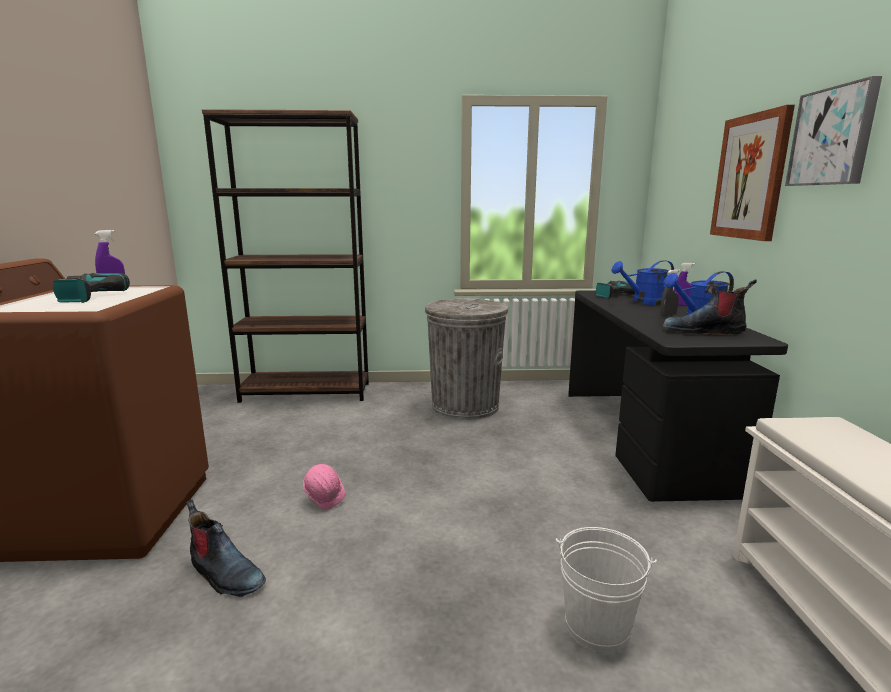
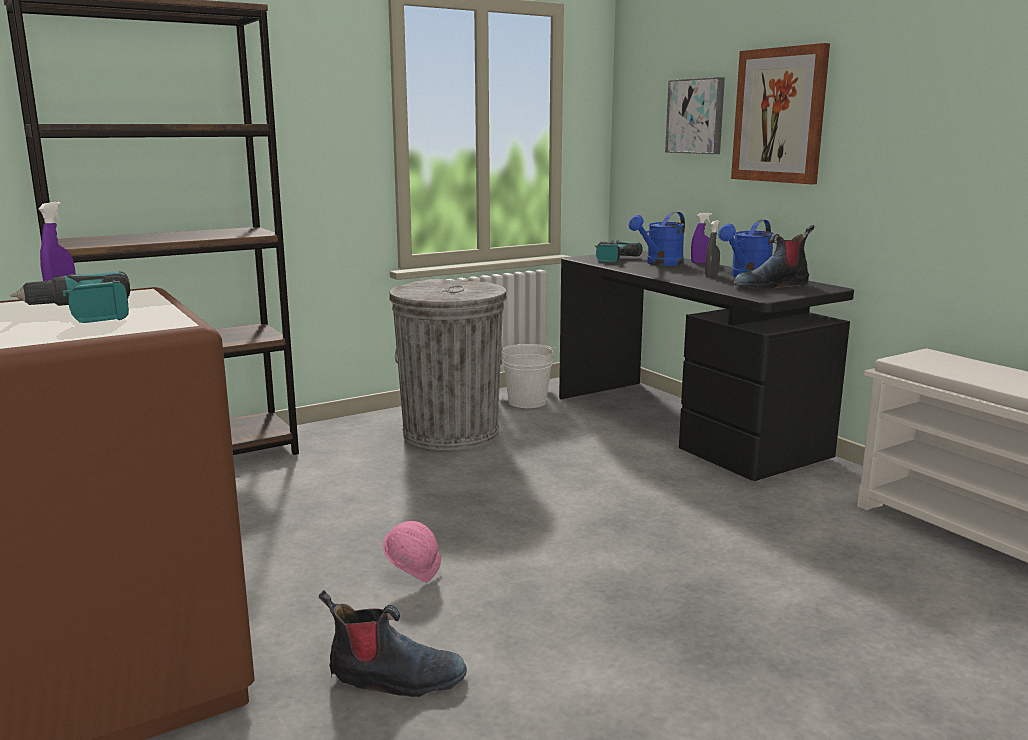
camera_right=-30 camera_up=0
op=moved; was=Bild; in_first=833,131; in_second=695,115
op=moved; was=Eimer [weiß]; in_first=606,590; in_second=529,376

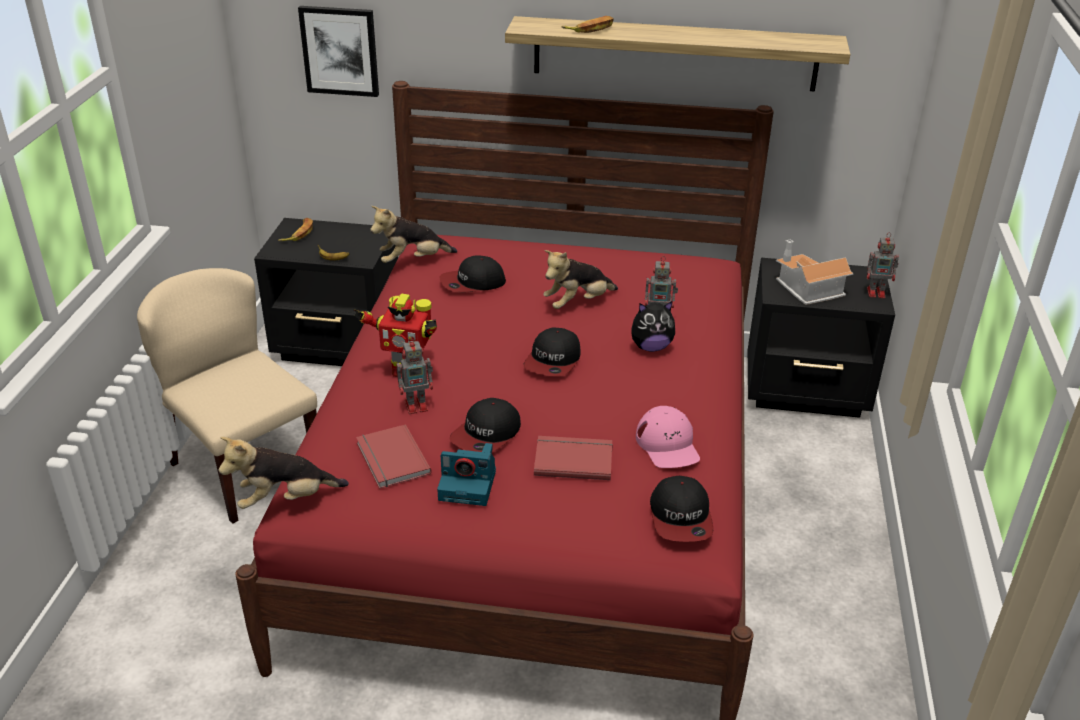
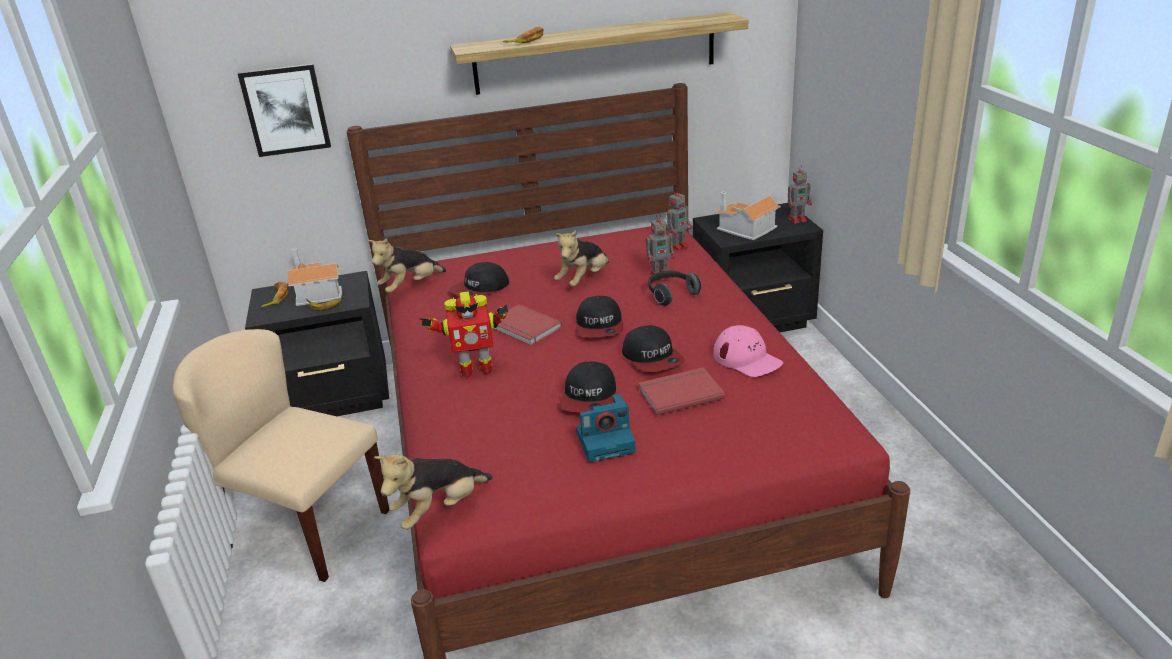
camera_right=-20 camera_up=-5
op=replaced; was=Plüschtier; now=Kopfhörer; in_first=653,326; in_second=675,288
op=moved; was=Spielzeugroboter; in_first=414,375; in_second=679,220
op=moved; was=Buch [rot]; in_first=393,456; in_second=528,324
op=moved; was=Kappe; in_first=681,509; in_second=653,348
op=added; now=Spielzeughaus; in_second=314,277

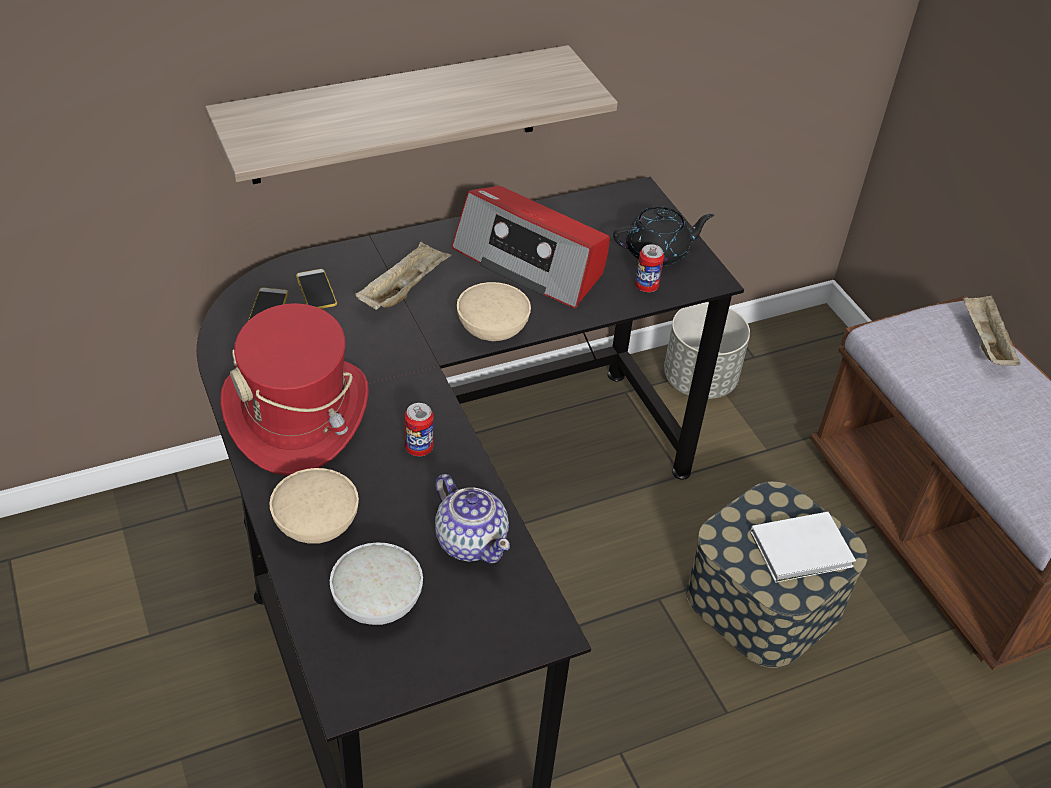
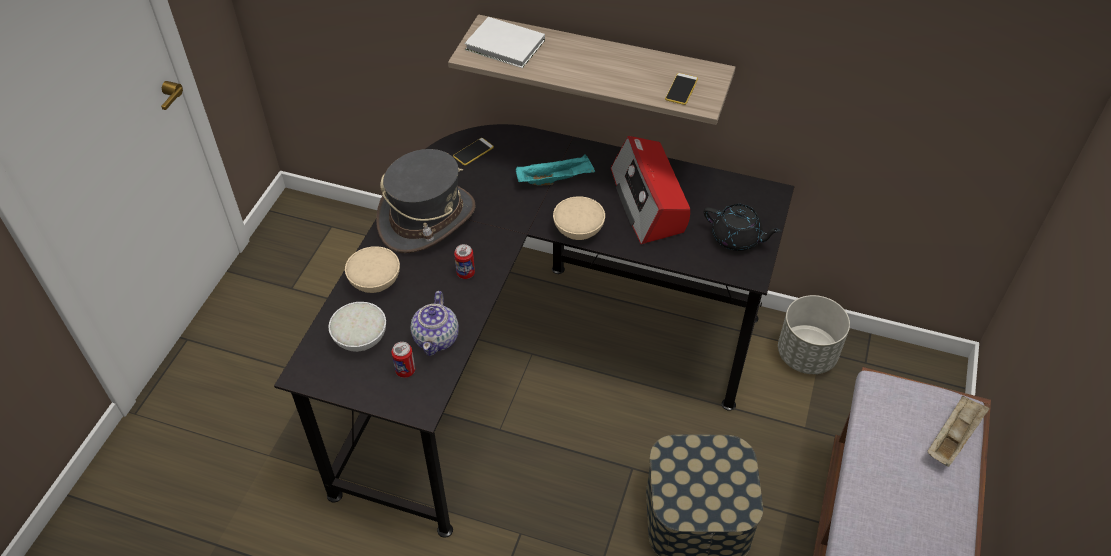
camera_right=45 camera_up=5
op=recoloured; was=Tablett [beige]; now=Tablett [türkis]; in_first=403,275; in_second=555,169
op=moved; was=Dose; in_first=649,268; in_second=403,360
op=moved; was=Handy; in_first=316,289; in_second=681,89
op=recoloured; was=Hut [rot]; now=Hut [grau]; in_first=294,389; in_second=426,201
op=moved; was=Buch [weiß]; in_first=803,547; in_second=505,42

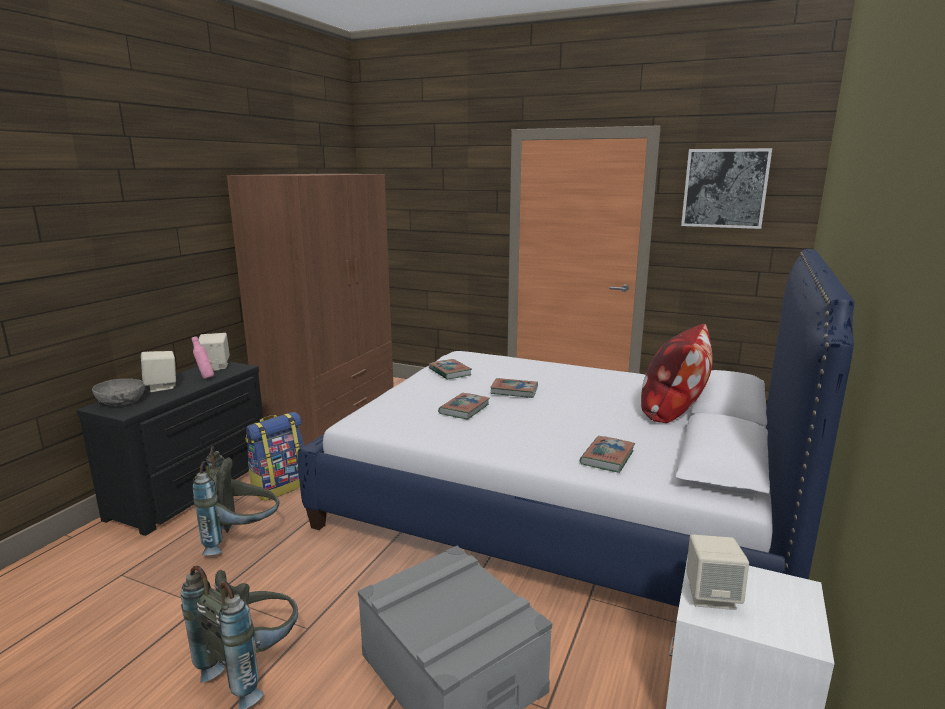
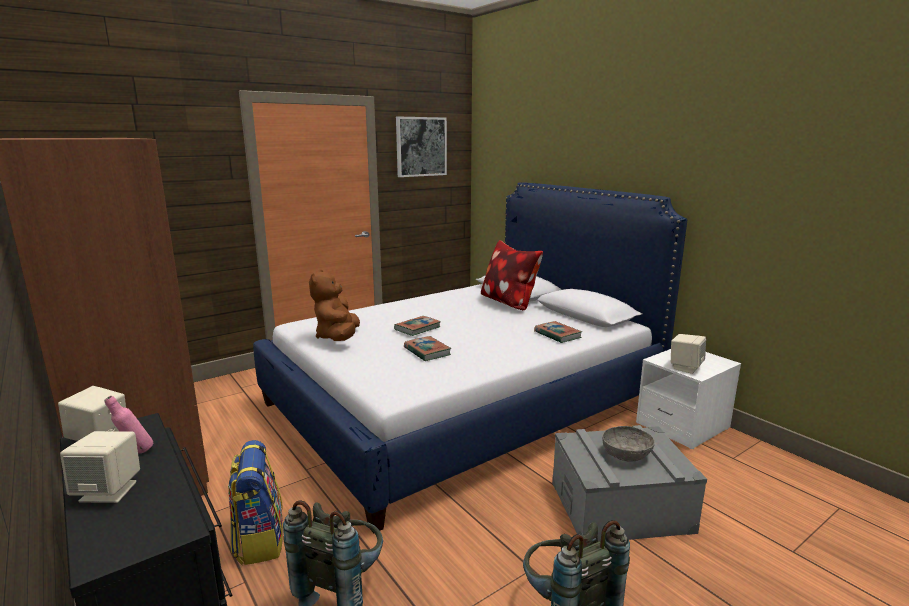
camera_right=-60 camera_up=0
op=replaced; was=Buch; now=Plüschtier [braun]; in_first=450,369; in_second=334,305
op=moved; was=Schüssel [grau]; in_first=118,392; in_second=628,444

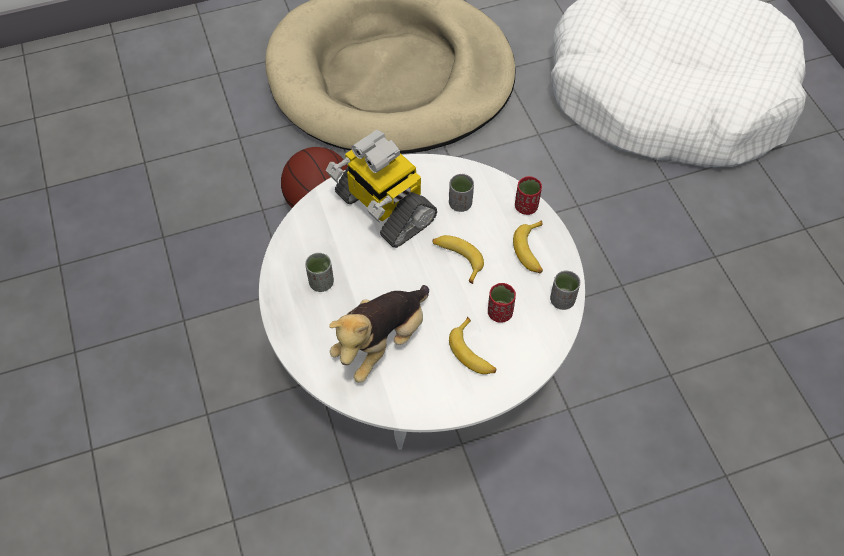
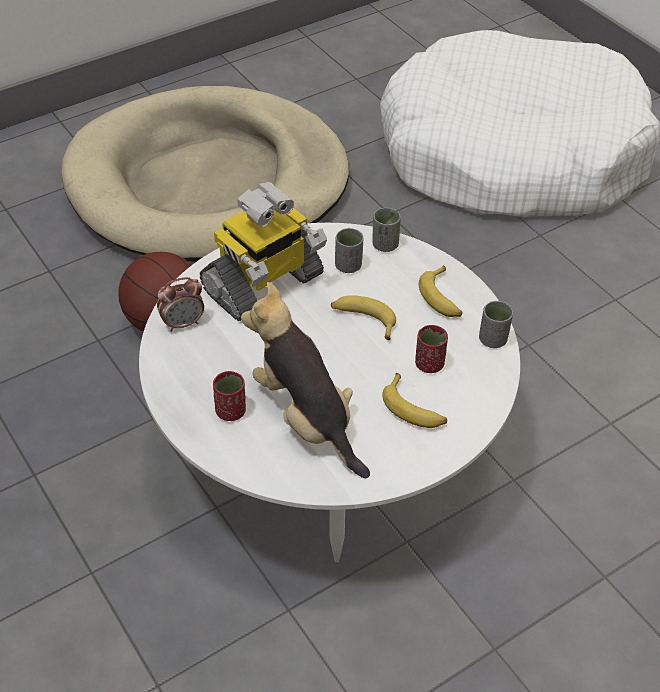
camera_right=-15 camera_up=-10
op=turned; was=Spielzeugroboter; in_first=381,189; in_second=263,251; clockwise=-75
op=moved; was=Tasse [rot]; in_first=528,195; in_second=229,396
op=moved; was=Tasse [grau]; in_first=319,272; in_second=387,230
op=turned; was=Plüschtier; in_first=379,334; in_second=305,380; clockwise=120
op=added; now=Wecker; in_second=180,304

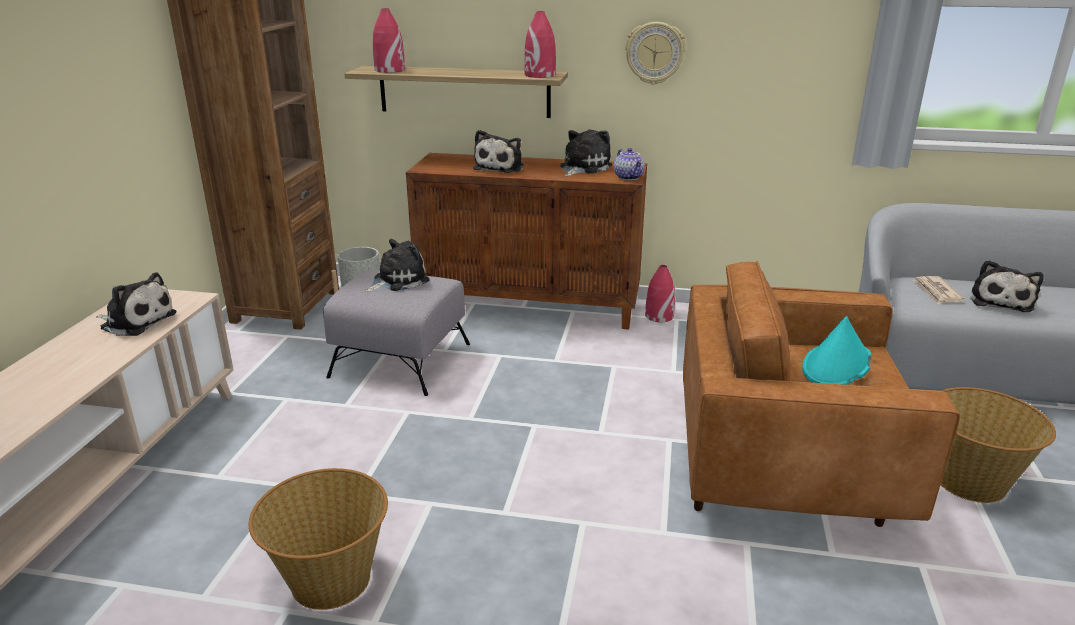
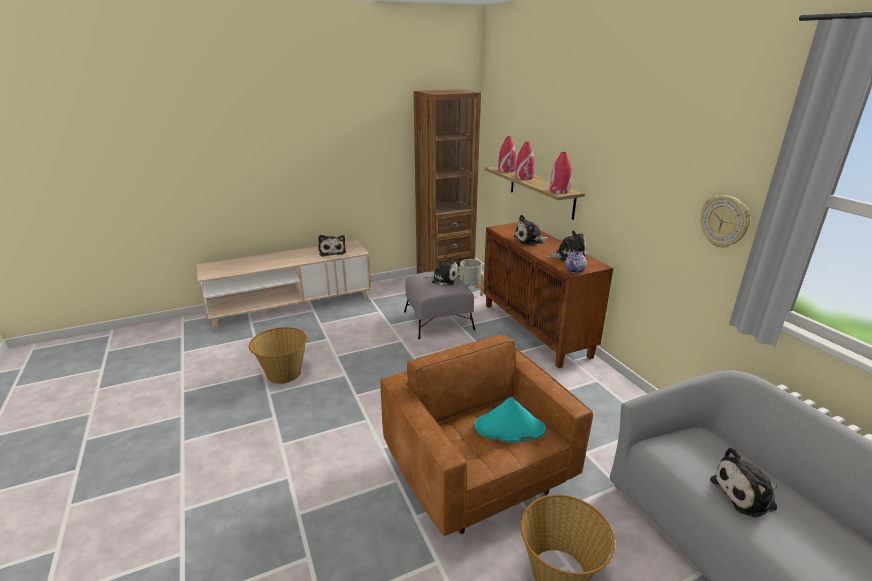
camera_right=55 camera_up=0
op=moved; was=Wanduhr; in_first=655,53; in_second=726,221
op=moved; was=Vase [rot]; in_first=660,293; in_second=525,161
op=removed; was=Zeitung; in_first=939,290

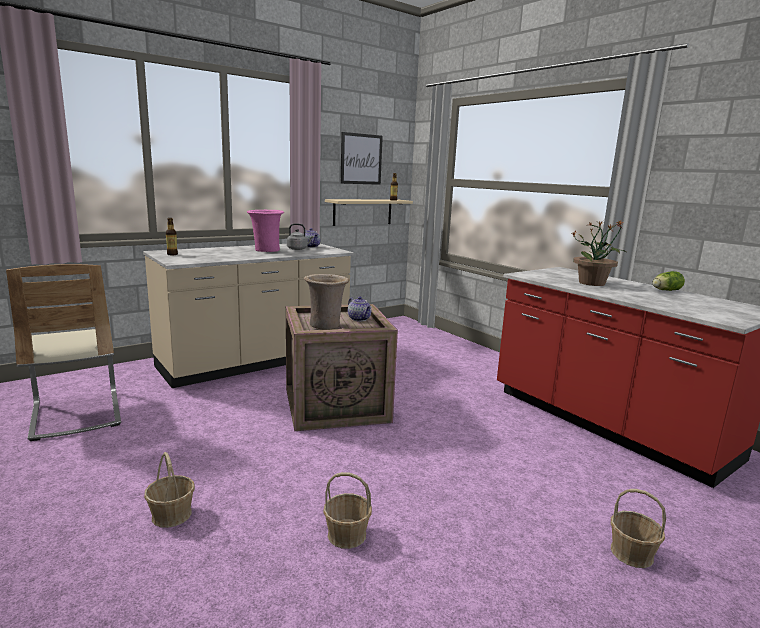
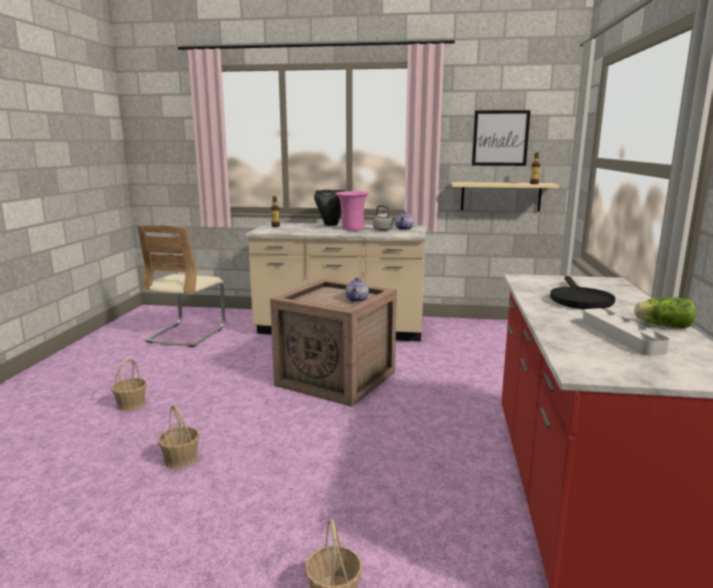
camera_right=45 camera_up=0
op=replaced; was=Topfpflanze; now=Pfanne [schwarz]; in_first=598,253; in_second=583,292
op=removed; was=Vase [beige]; in_first=326,302
op=added; now=Kochtopf [schwarz]; in_second=330,208
op=added; now=Tablett [grau]; in_second=626,332

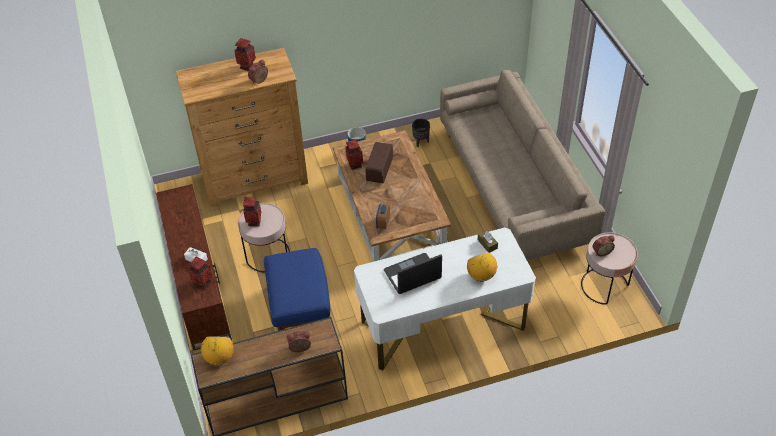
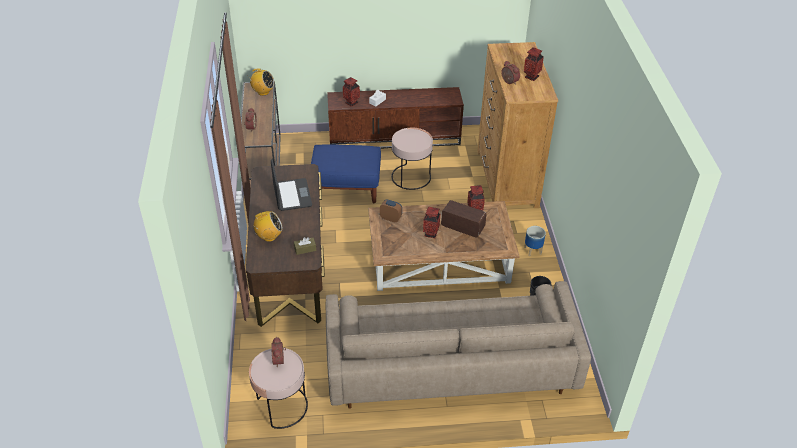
camera_right=100 camera_up=-5
op=moved; was=Vase; in_first=252,212; in_second=431,223
op=recoloured; was=Schreibtisch [weiß]; now=Schreibtisch [braun]; in_first=445,299; in_second=285,245

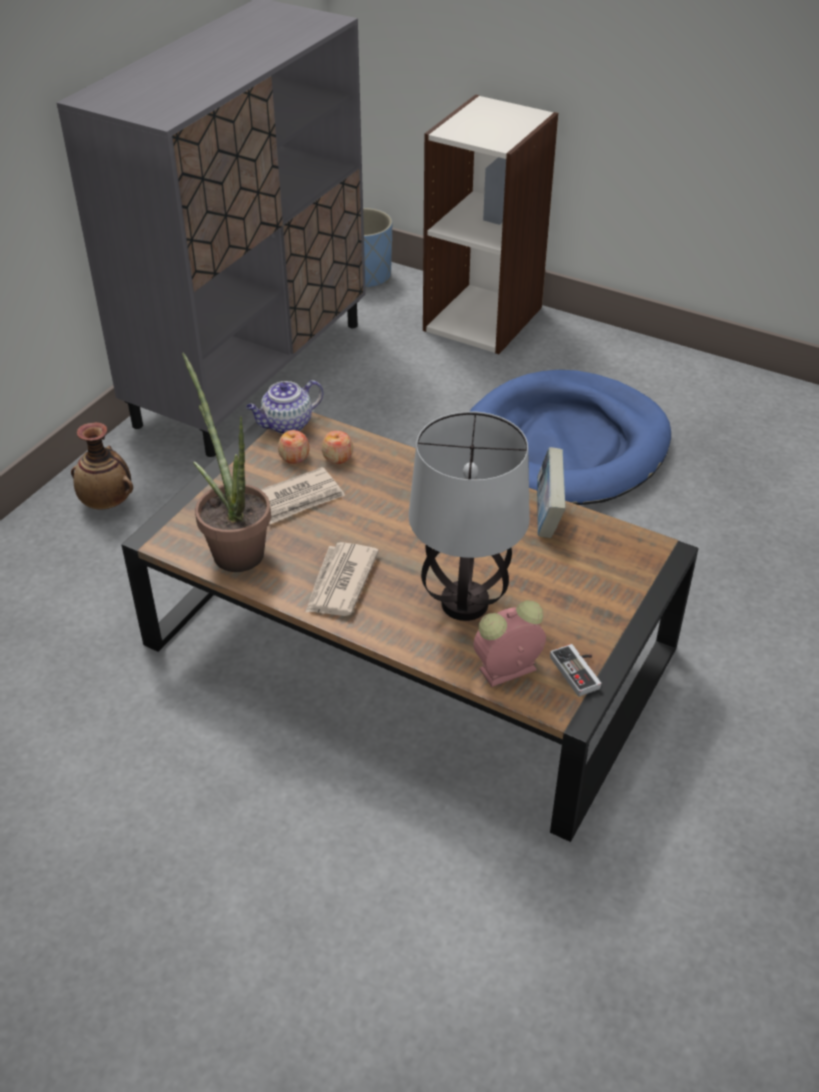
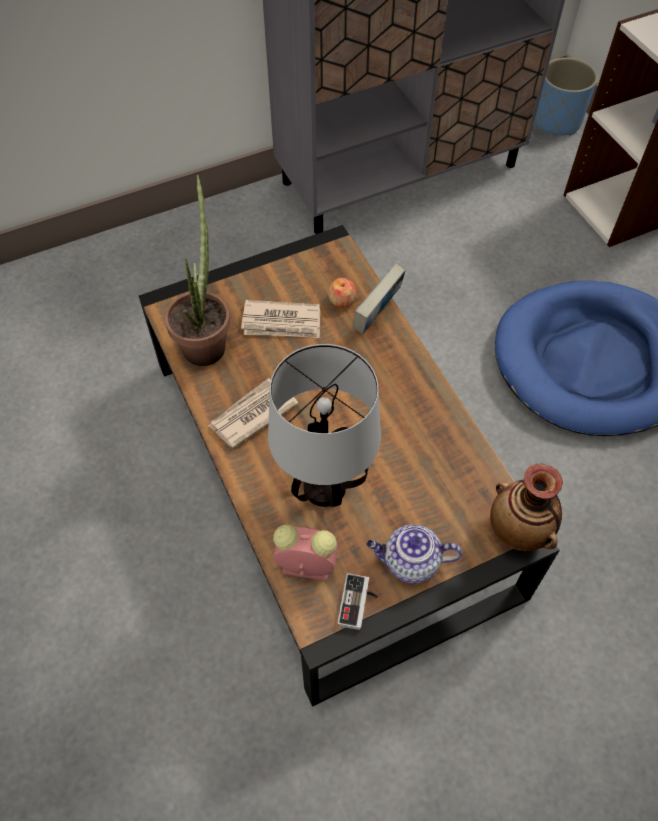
camera_right=35 camera_up=15
op=moved; was=Teekanne; in_first=285,407; in_second=414,554
op=moved; was=Vase; in_first=102,465; in_second=526,507
op=removed; was=Apfel; in_first=294,447
op=moved; was=Buch; in_first=551,492; in_second=379,298

